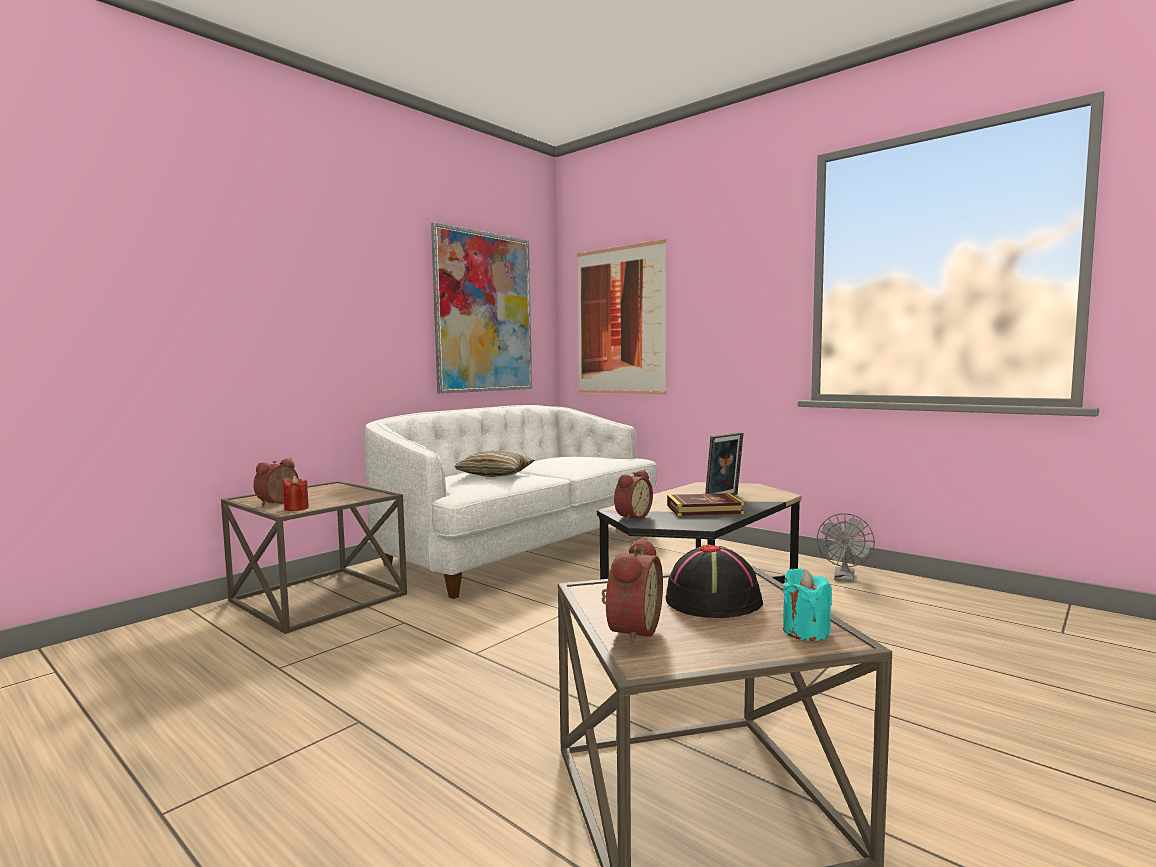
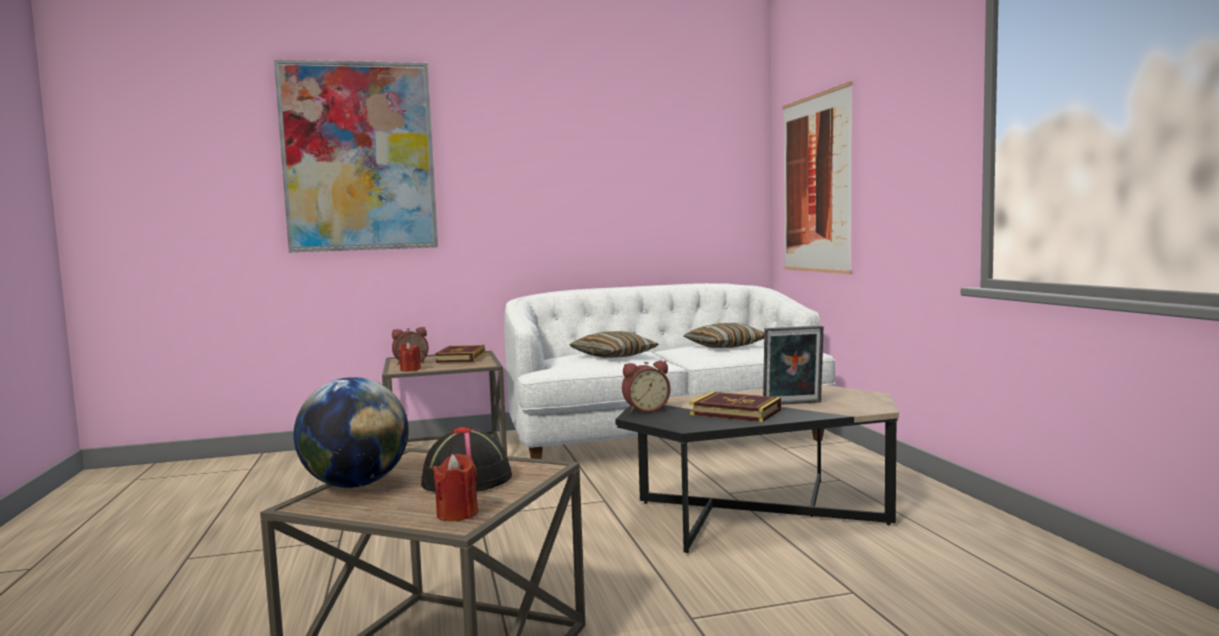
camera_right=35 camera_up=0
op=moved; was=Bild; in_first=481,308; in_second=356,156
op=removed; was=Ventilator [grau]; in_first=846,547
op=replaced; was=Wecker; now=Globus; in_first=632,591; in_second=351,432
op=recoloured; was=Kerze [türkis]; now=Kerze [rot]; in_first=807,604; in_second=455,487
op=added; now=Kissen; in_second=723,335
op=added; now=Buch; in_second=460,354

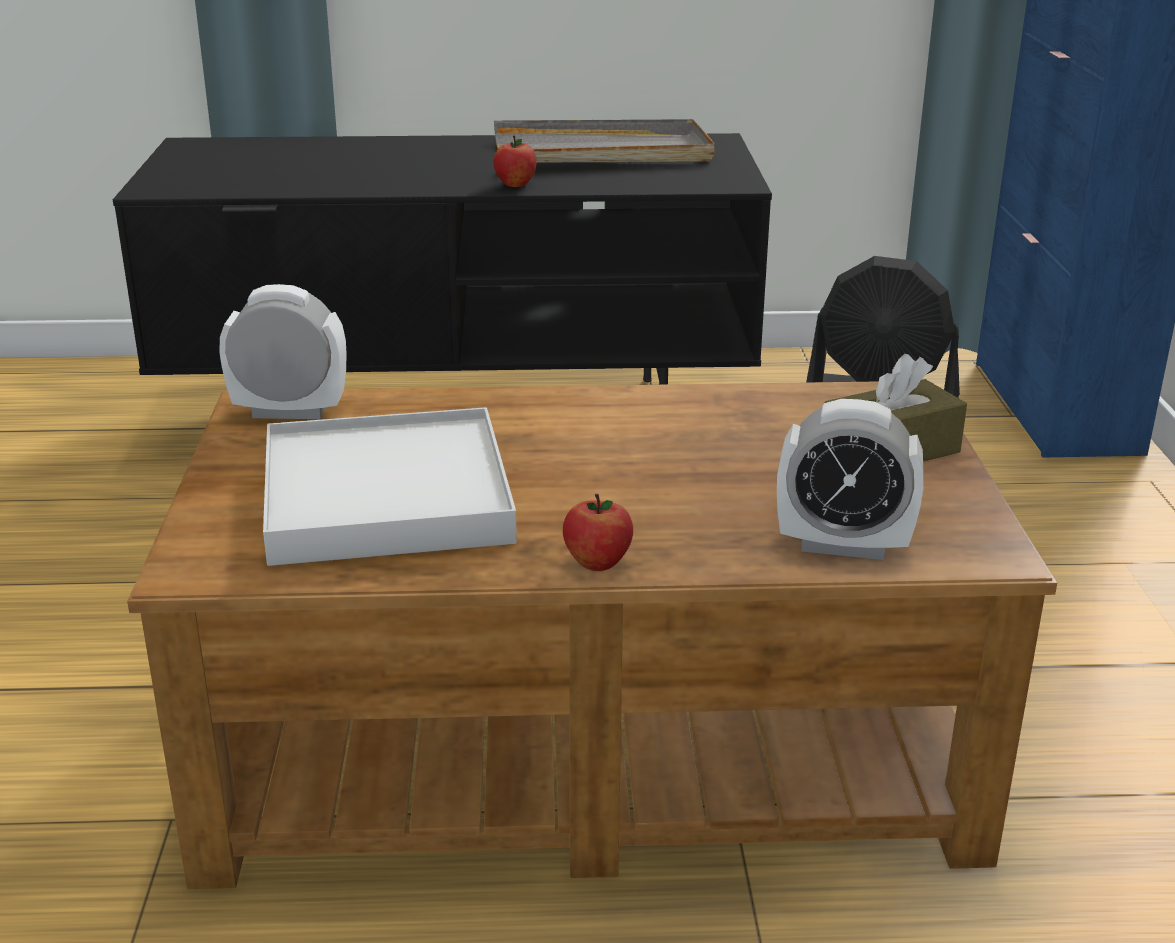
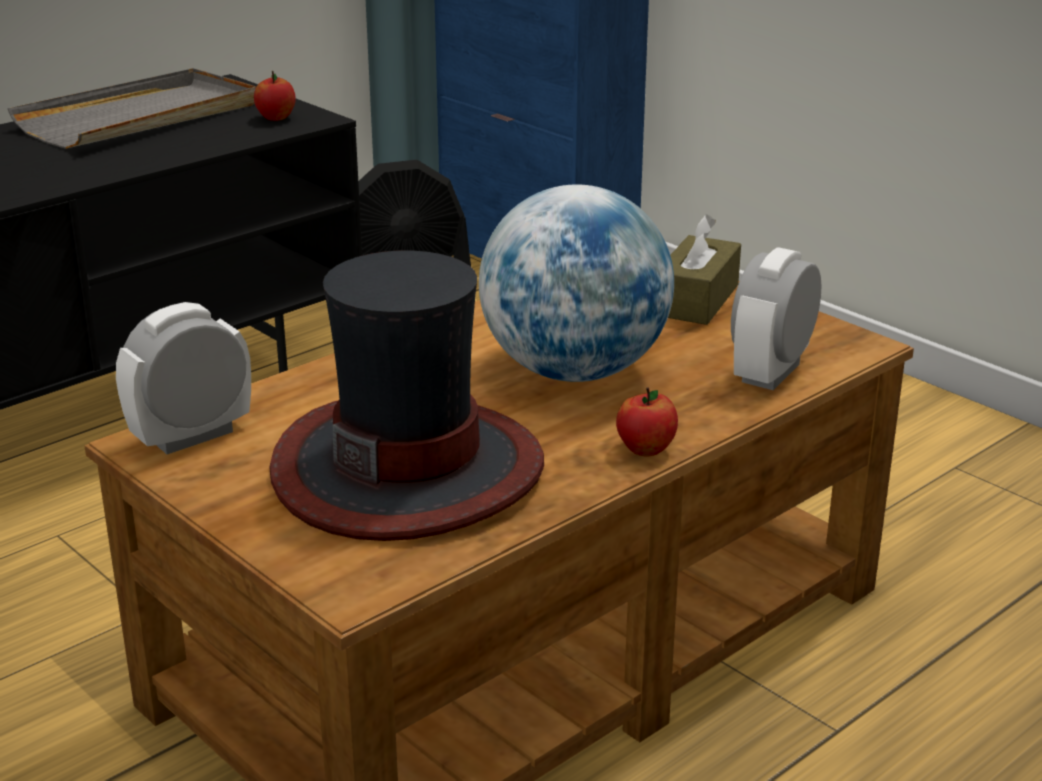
camera_right=-40 camera_up=0
op=moved; was=Apfel; in_first=515,161; in_second=275,96
op=turned; was=Wecker; in_first=850,479; in_second=776,318; clockwise=150
op=replaced; was=Tablett [weiß]; now=Hut; in_first=390,486; in_second=406,396
op=added; now=Globus; in_second=576,283

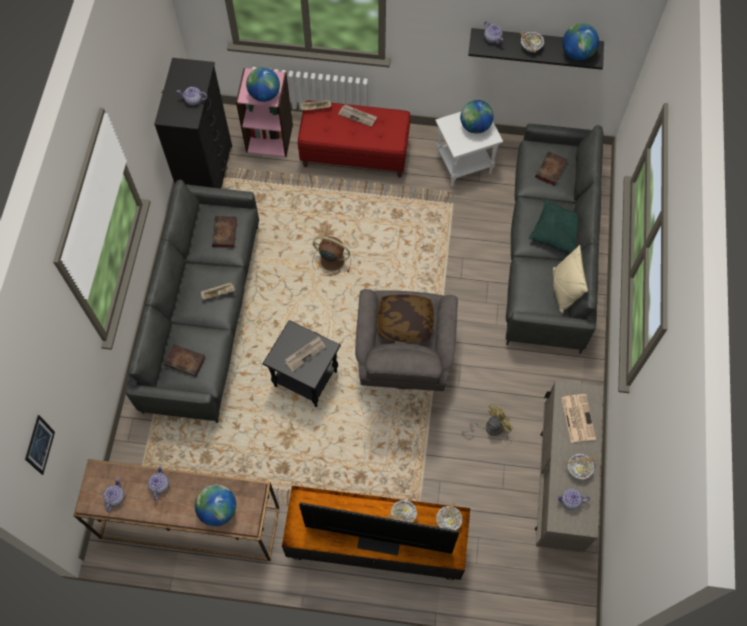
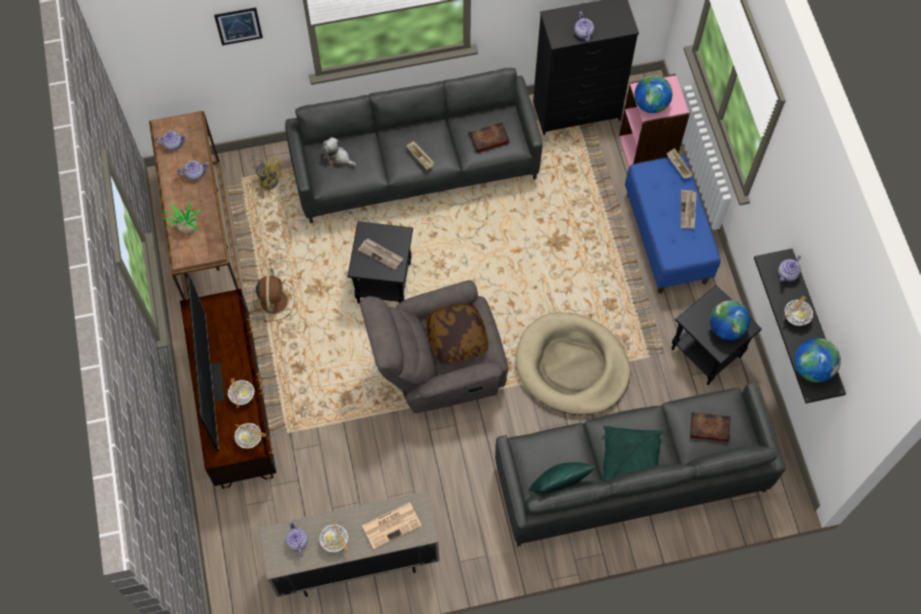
camera_right=70 camera_up=0
op=recoloured; was=Bank [rot]; now=Bank [blau]; in_first=354,139; in_second=672,224
op=recoloured; was=Beistelltisch [weiß]; now=Beistelltisch [schwarz]; in_first=469,149; in_second=716,335
op=moved; was=Ventilator [braun]; in_first=331,256; in_second=274,295
op=recoloured; was=Kissen [beige]; now=Kissen [grün]; in_first=570,279; in_second=562,477
op=replaced; was=Buch; now=Plüschtier; in_first=185,360; in_second=339,152
op=moved; was=Ventilator [gelb]; in_first=487,420; in_second=266,172
op=moved; was=Bild; in_first=40,445; in_second=238,26
op=replaced; was=Globus; now=Topfpflanze; in_first=215,505; in_second=180,217
op=added; now=Hundebett [beige]; in_second=573,363

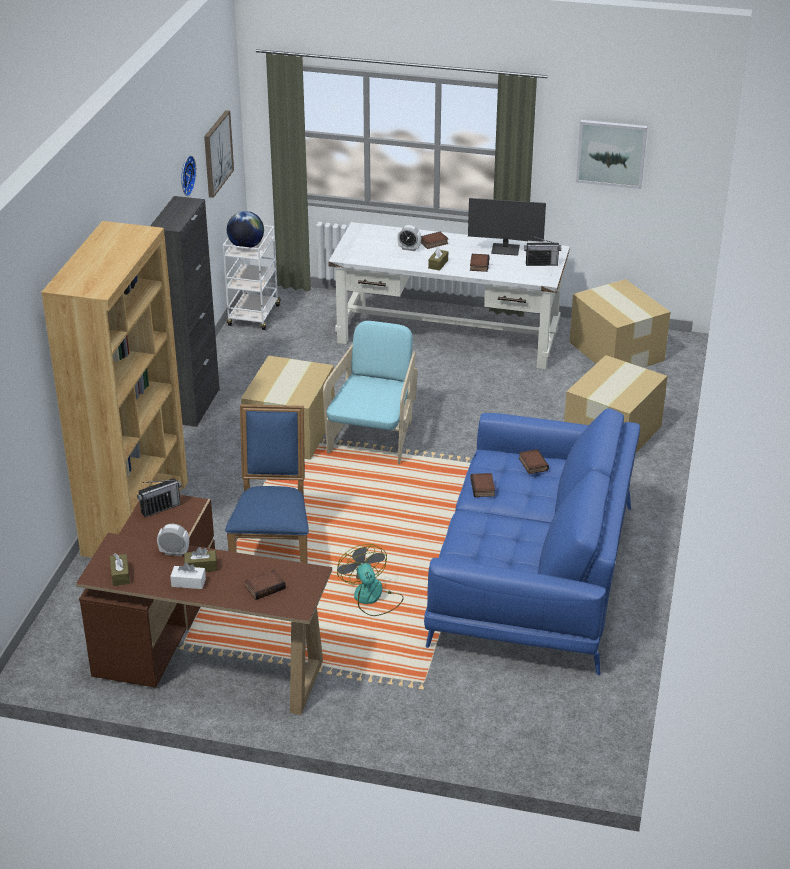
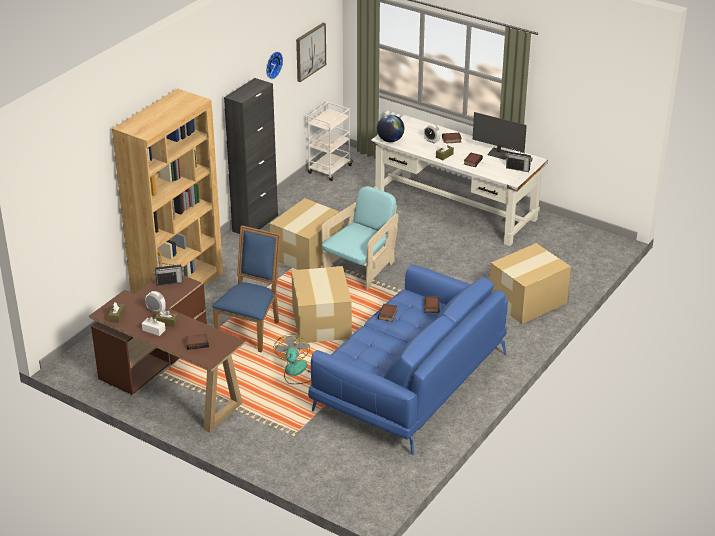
camera_right=20 camera_up=0
op=removed; was=Bild; in_first=611,154
op=moved; was=Globus; in_first=245,229; in_second=390,128
op=moved; was=Karton; in_first=619,323; in_second=321,304

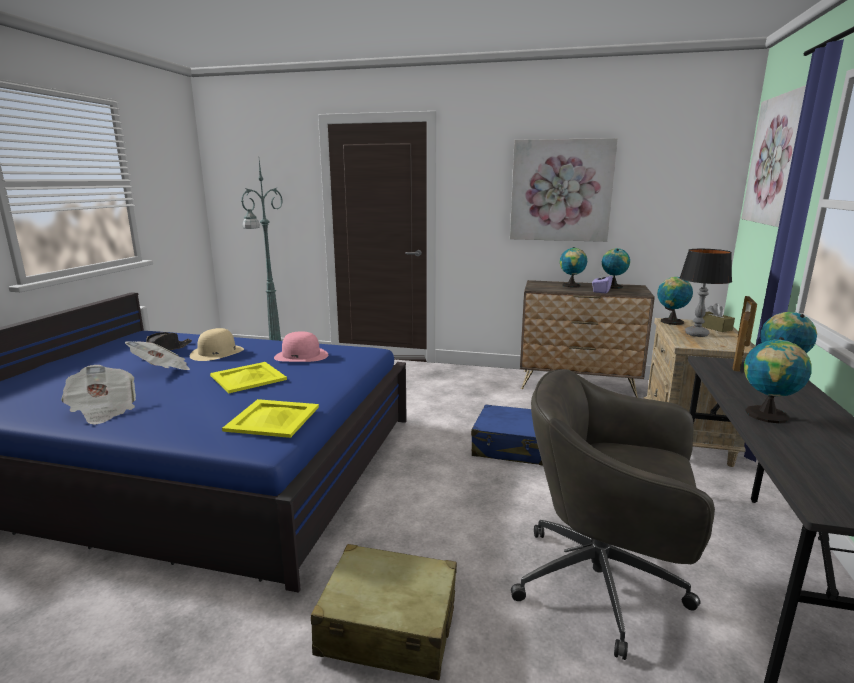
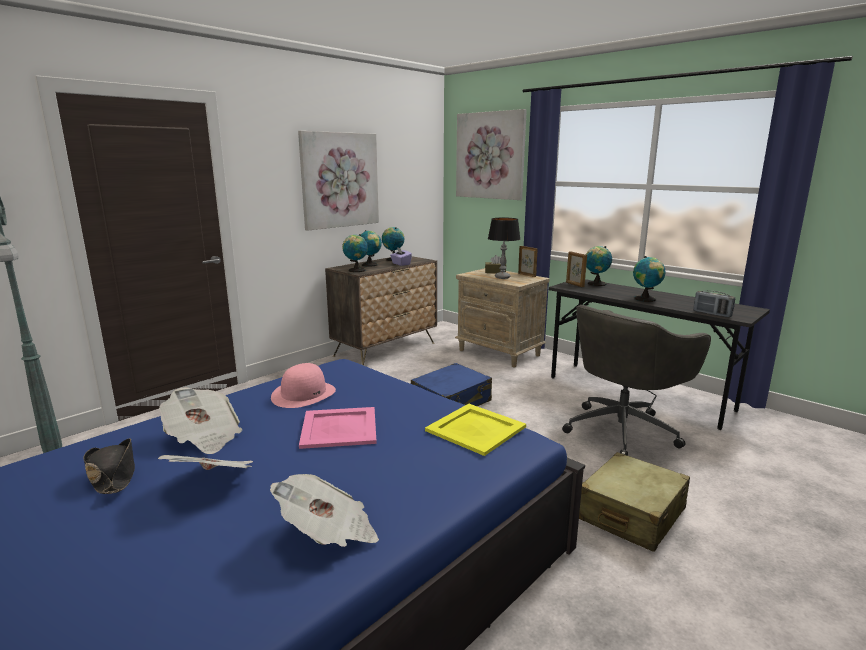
camera_right=-60 camera_up=0
op=moved; was=Globus; in_first=675,301; in_second=355,253
op=replaced; was=Hut [beige]; now=Zeitung; in_first=217,344; in_second=200,420
op=recoloured; was=Tablett [gelb]; now=Tablett [rosa]; in_first=248,377; in_second=338,428
op=added; now=Radio; in_second=714,304

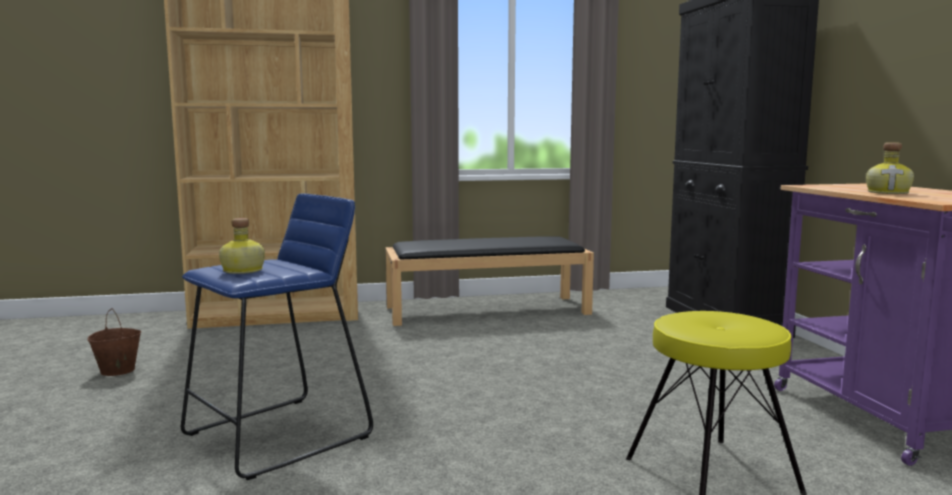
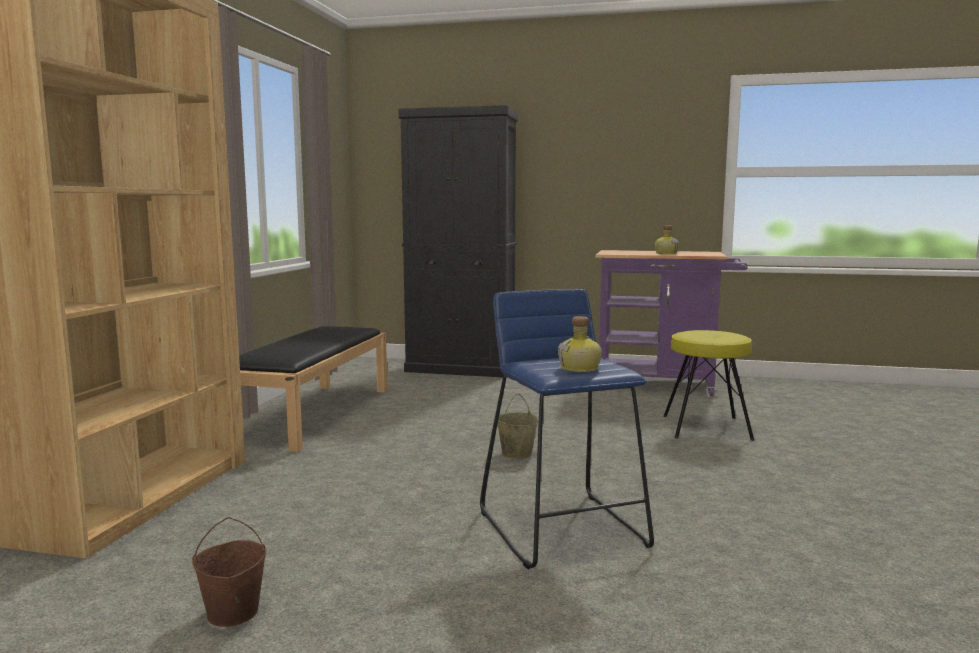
camera_right=-65 camera_up=0
op=added; now=Eimer [beige]; in_second=518,426

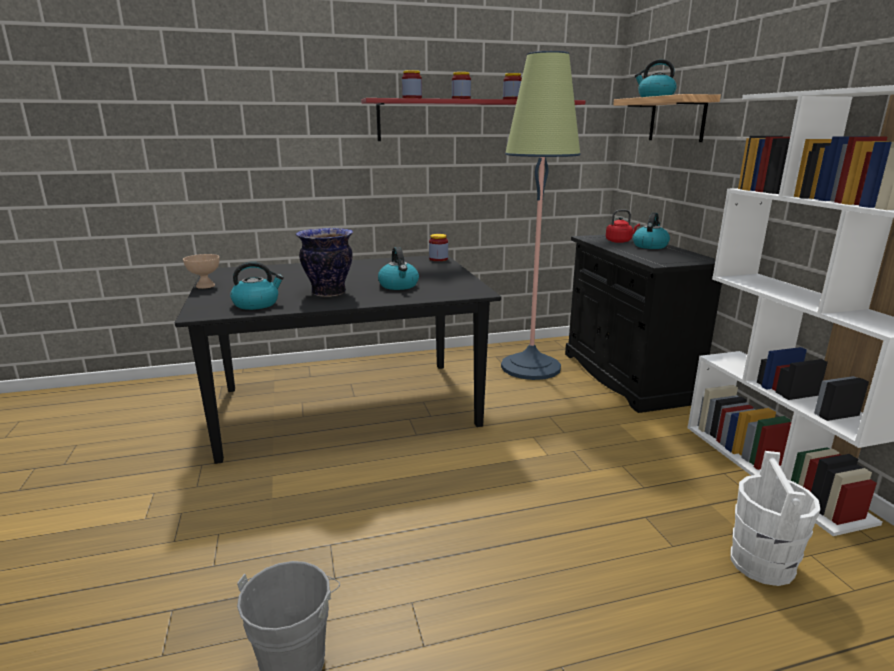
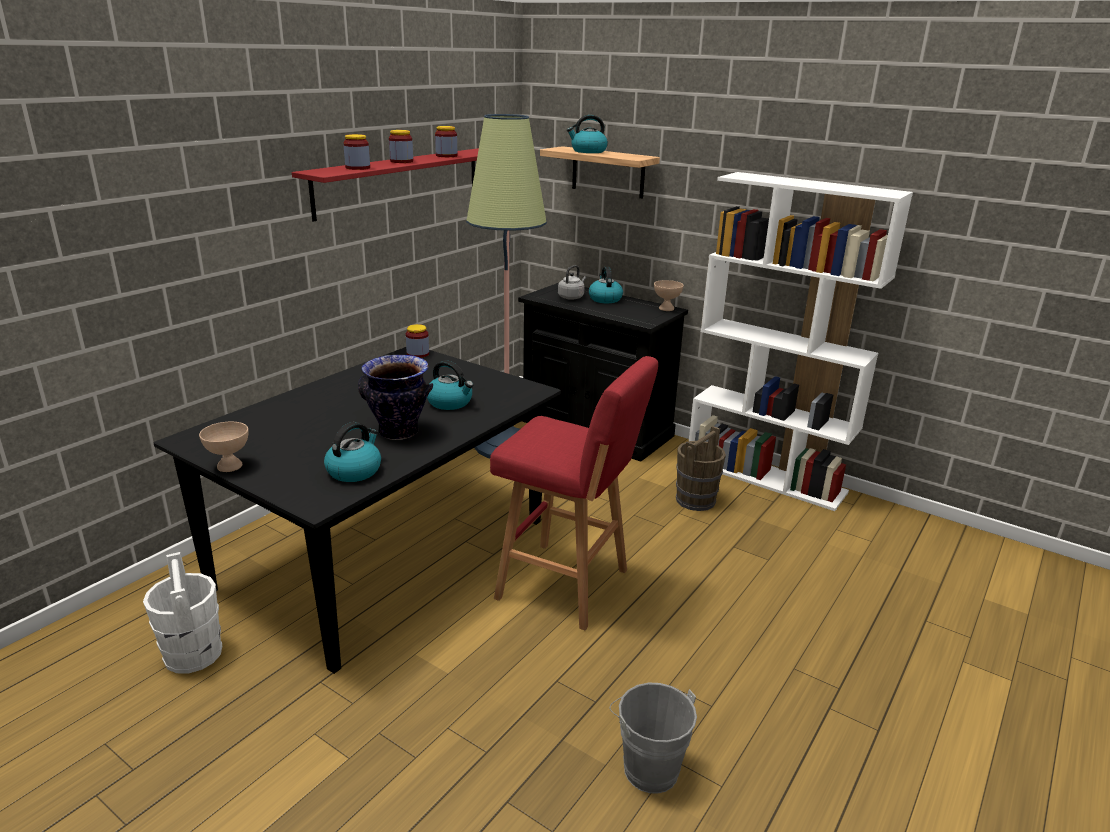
camera_right=-40 camera_up=5
op=recoloured; was=Wasserkessel [rot]; now=Wasserkessel [grau]; in_first=623,226; in_second=572,282
op=moved; was=Eimer [weiß]; in_first=775,518; in_second=182,612
op=added; now=Schüssel [beige]; in_second=669,295
op=added; now=Hocker [rot]; in_second=574,493
op=added; now=Eimer [braun]; in_second=701,468

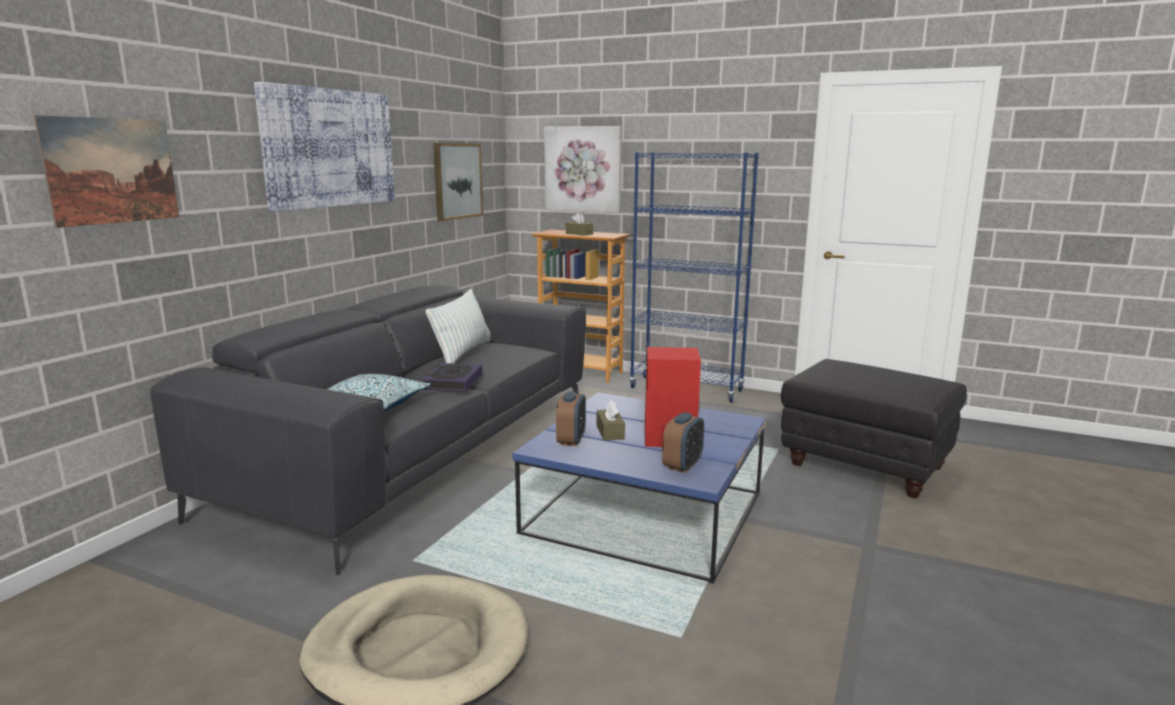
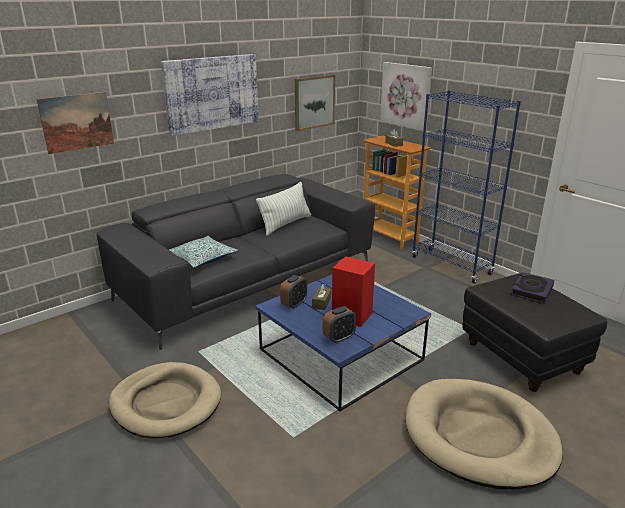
camera_right=25 camera_up=10
op=moved; was=Buch; in_first=452,377; in_second=532,288
op=added; now=Hundebett [beige]; in_second=484,434

